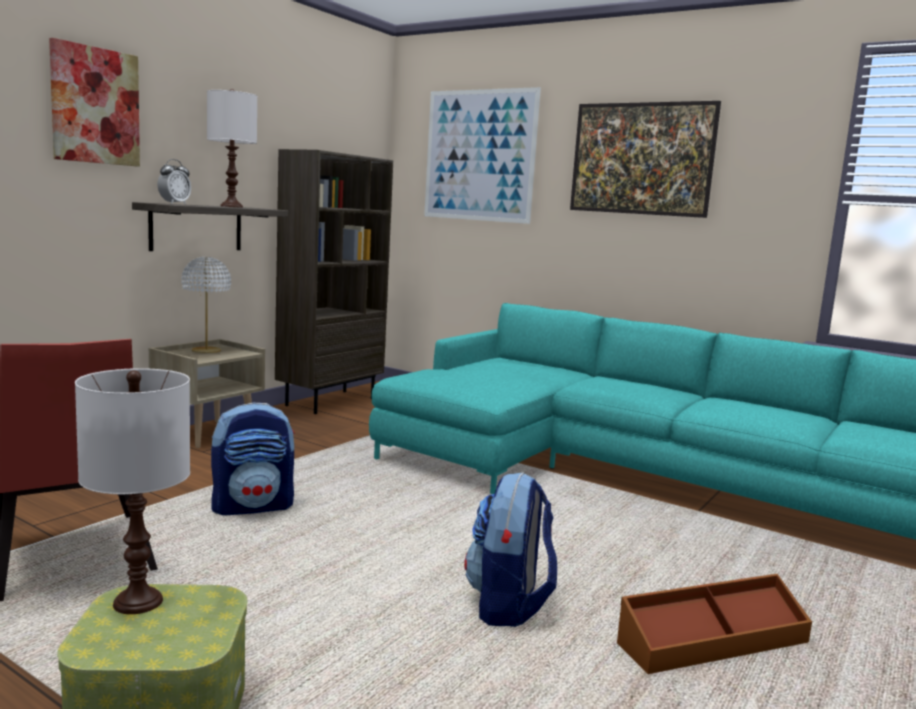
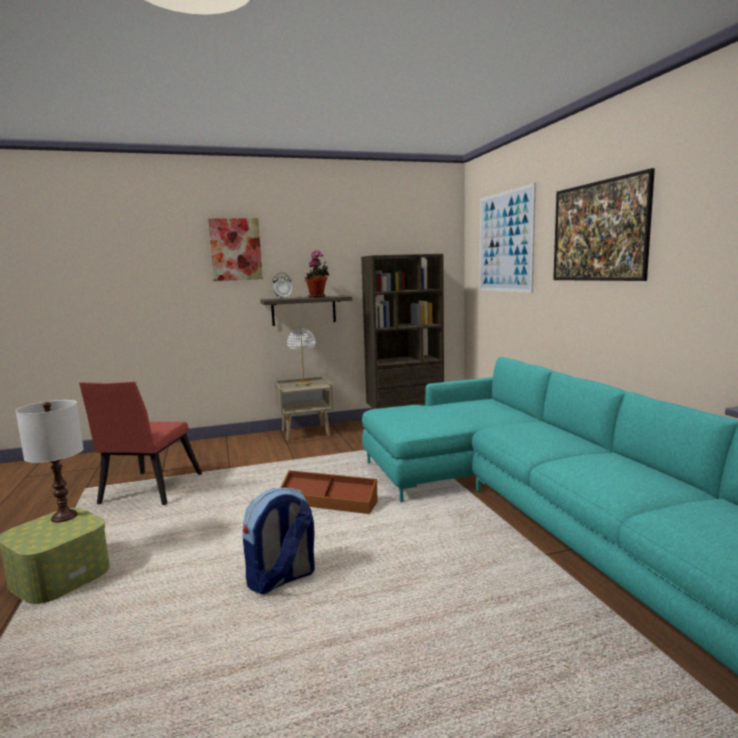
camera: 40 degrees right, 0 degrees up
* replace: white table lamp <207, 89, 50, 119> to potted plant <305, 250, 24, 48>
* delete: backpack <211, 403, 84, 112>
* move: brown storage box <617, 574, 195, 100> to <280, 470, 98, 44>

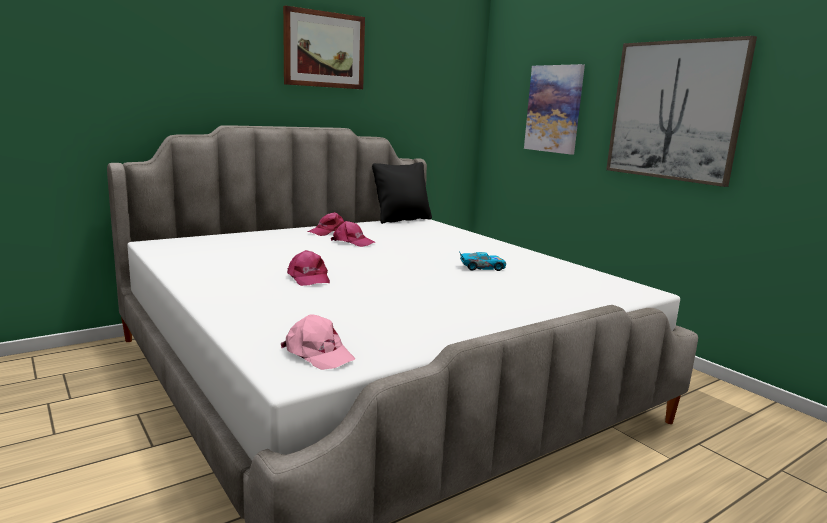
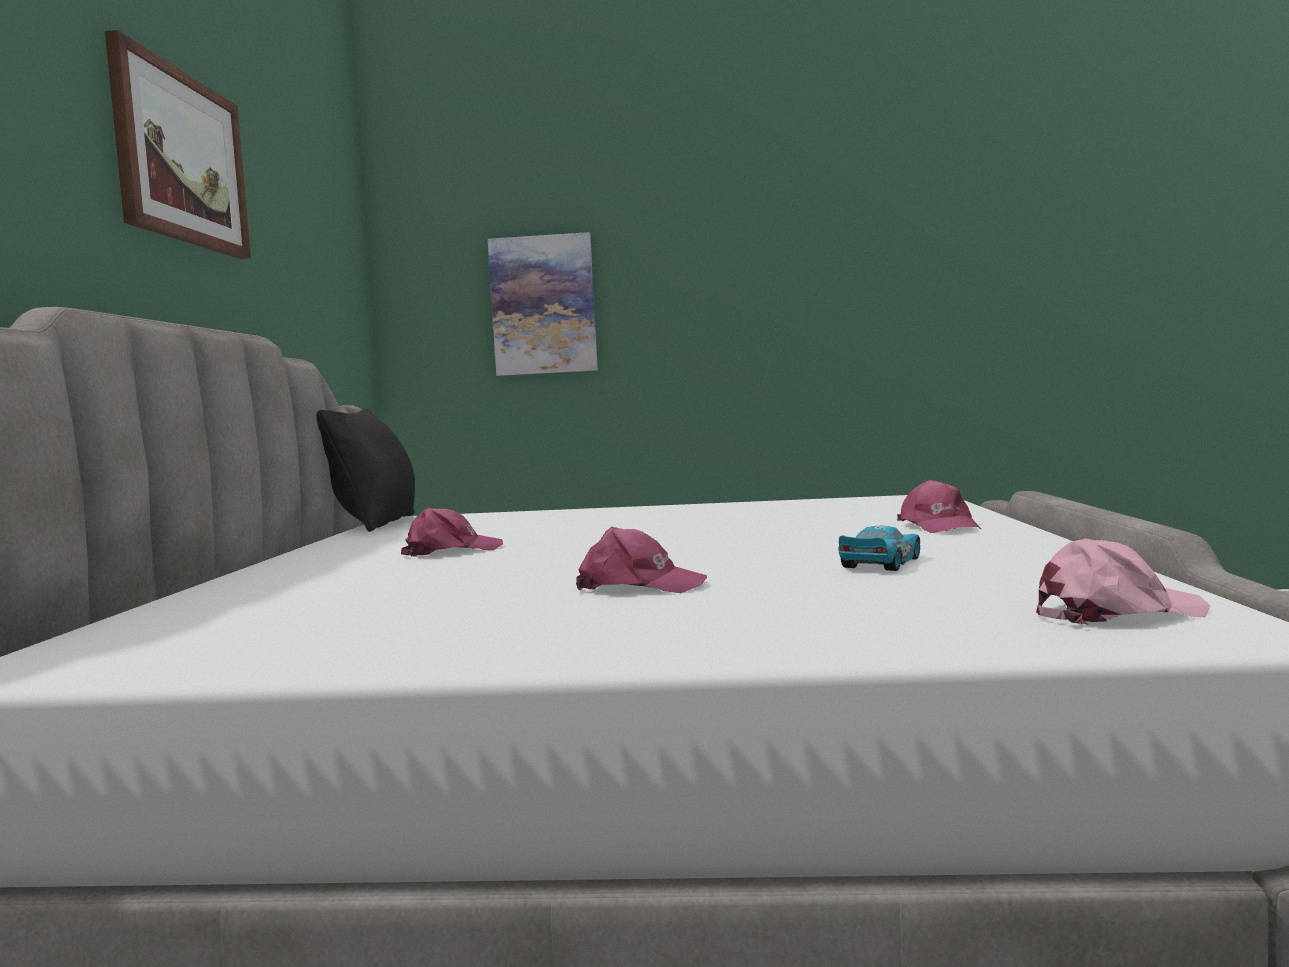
camera: 50 degrees left, 10 degrees down
* move: pink cap <308, 212, 36, 24> to <897, 480, 85, 53>
* move: toy car <459, 251, 47, 20> to <838, 526, 82, 45>
* delete: picture <606, 36, 151, 151>

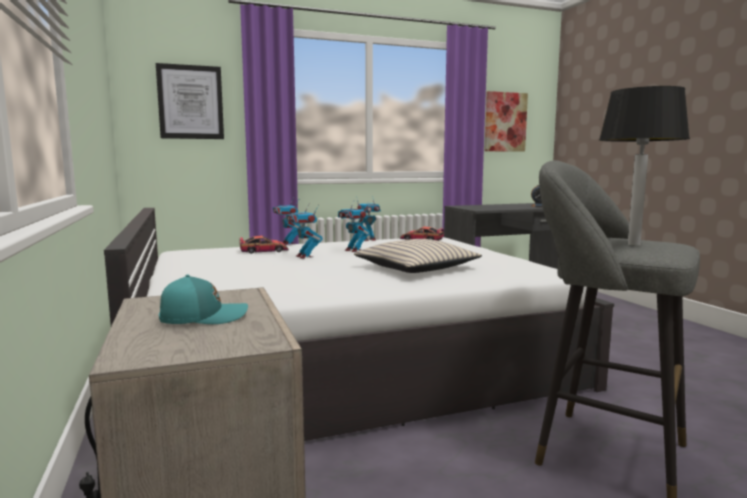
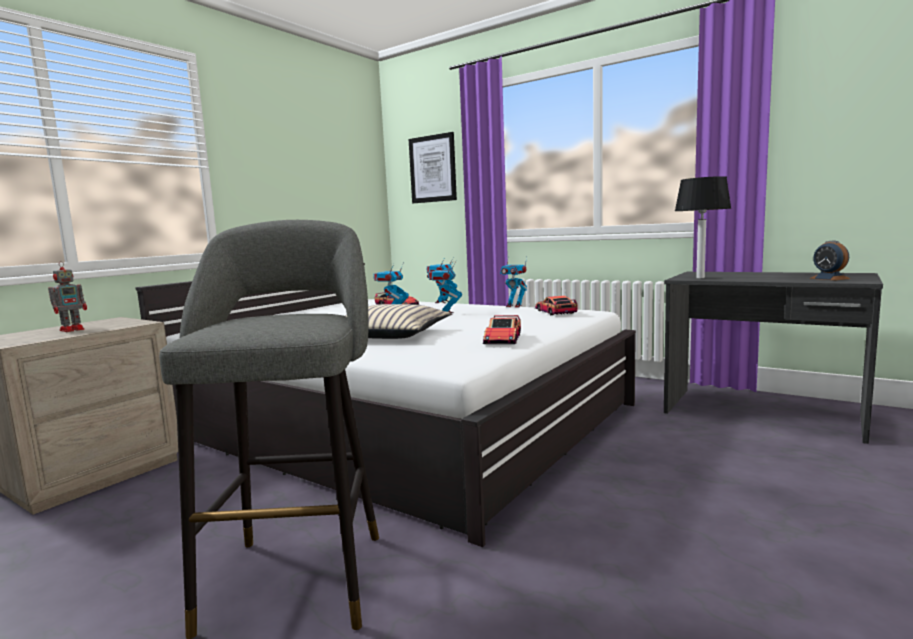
camera: 55 degrees right, 0 degrees up
* replace: turquoise cap <159, 274, 89, 50> to toy robot <48, 261, 39, 71>
* delete: picture <484, 91, 44, 61>
* move: table lamp <599, 86, 91, 160> to <675, 176, 56, 103>
* insert: toy car <483, 315, 38, 29>

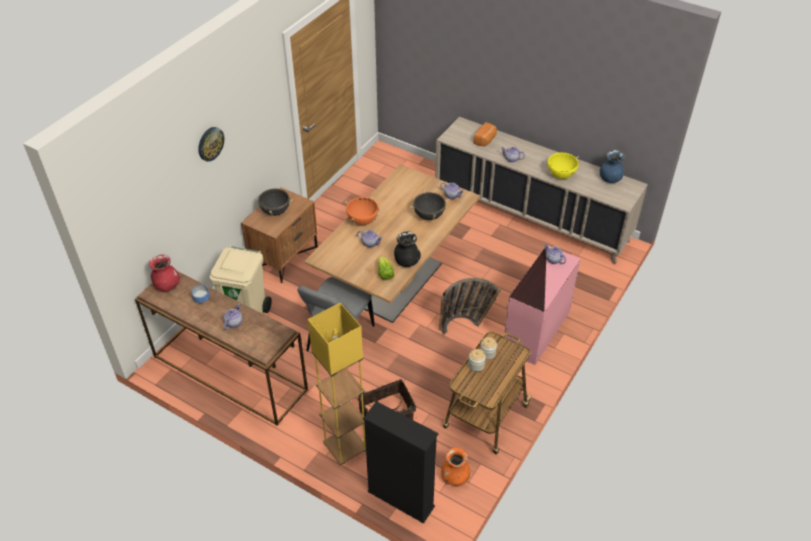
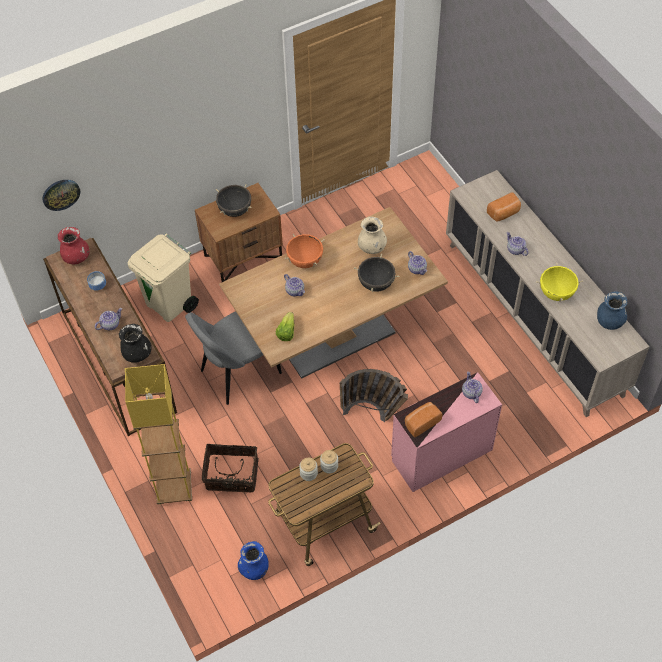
camera: 30 degrees right, 10 degrees up
* move: wall clock <198, 127, 26, 35> to <43, 180, 37, 31>
* delete: black bookcase <363, 401, 76, 123>
* move: black vase <394, 232, 27, 35> to <119, 324, 32, 39>
* recolor: orange vase <441, 447, 29, 39> to blue vase <238, 541, 31, 39>
* insert: beige vase <358, 217, 29, 37>
* insert: bread <405, 402, 37, 36>

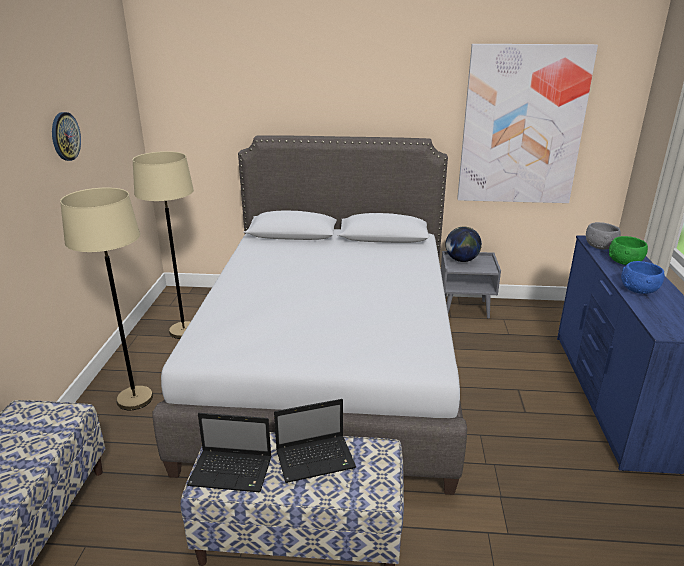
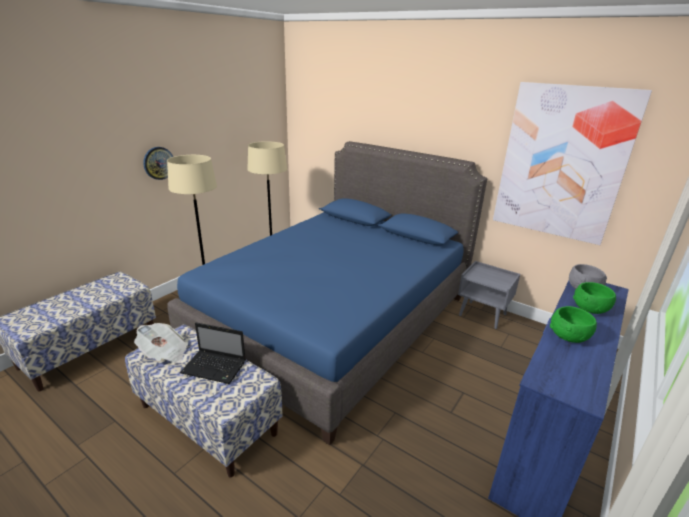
camera: 30 degrees right, 0 degrees up
* move: wall clock <52, 112, 29, 49> to <143, 147, 30, 33>
* recolor: grey bed <152, 135, 315, 360> to blue bed <167, 141, 320, 304>
* replace: laptop <187, 413, 84, 79> to newspaper <134, 323, 54, 40>
* delete: globe <445, 227, 37, 35>
* recolor: blue bowl <621, 261, 43, 33> to green bowl <550, 306, 47, 37>

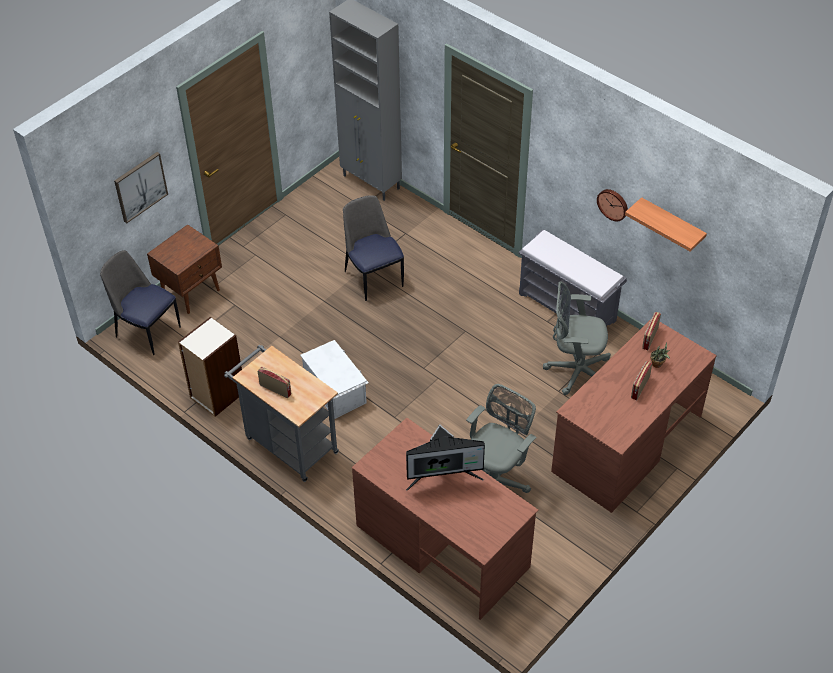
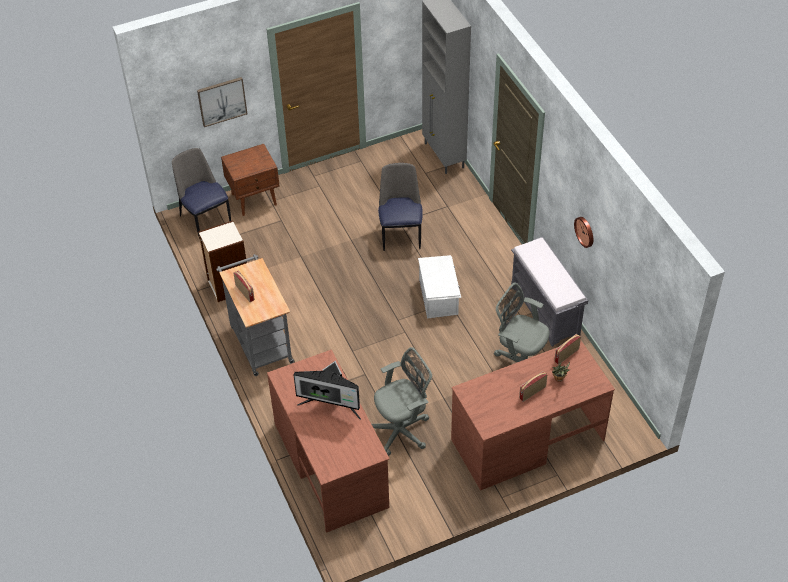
camera: 25 degrees right, 0 degrees up
* move: white storage box <300, 340, 68, 79> to <418, 255, 43, 63>
* delete: shelf <625, 197, 82, 55>

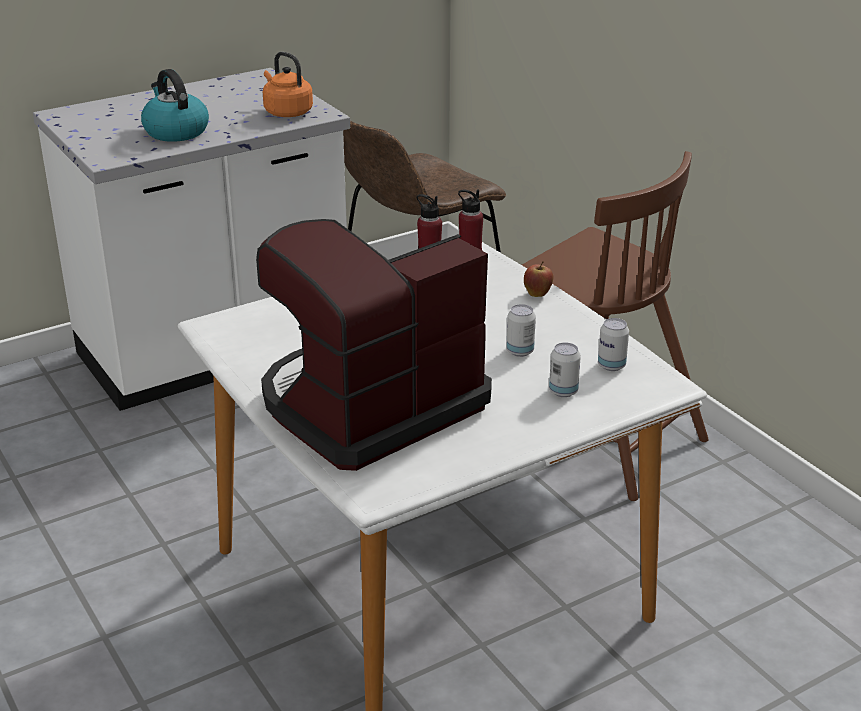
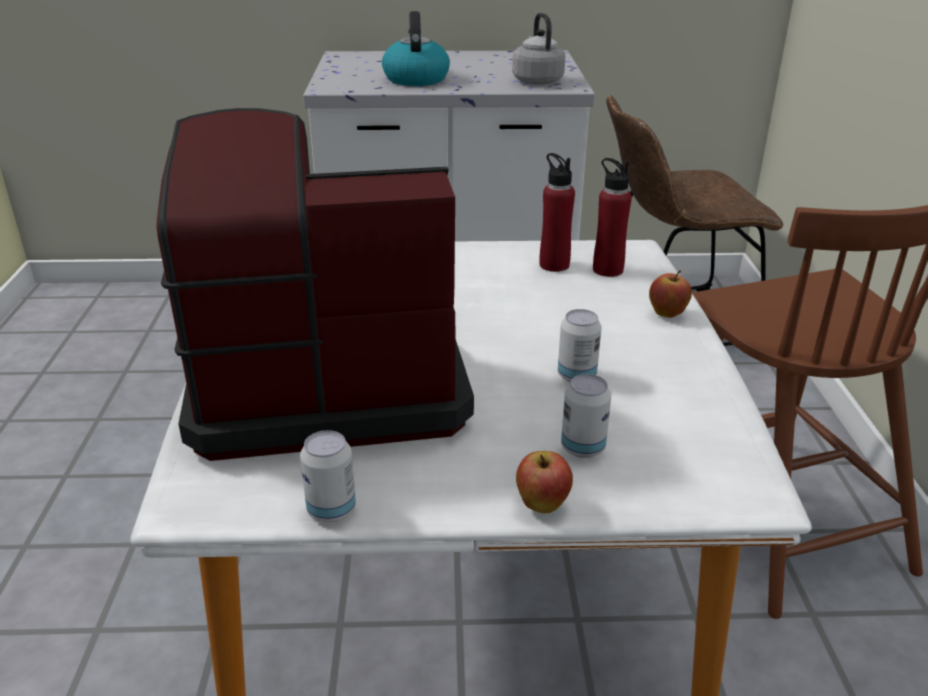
camera: 30 degrees right, 0 degrees up
* recolor: orange kettle <263, 52, 50, 65> to grey kettle <512, 13, 53, 72>
* move: can <598, 318, 31, 53> to <300, 430, 56, 92>
* insert: apple <516, 451, 57, 63>

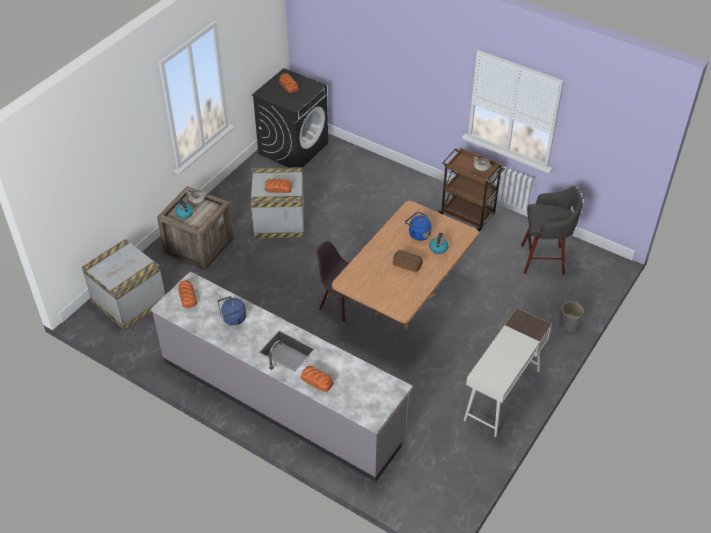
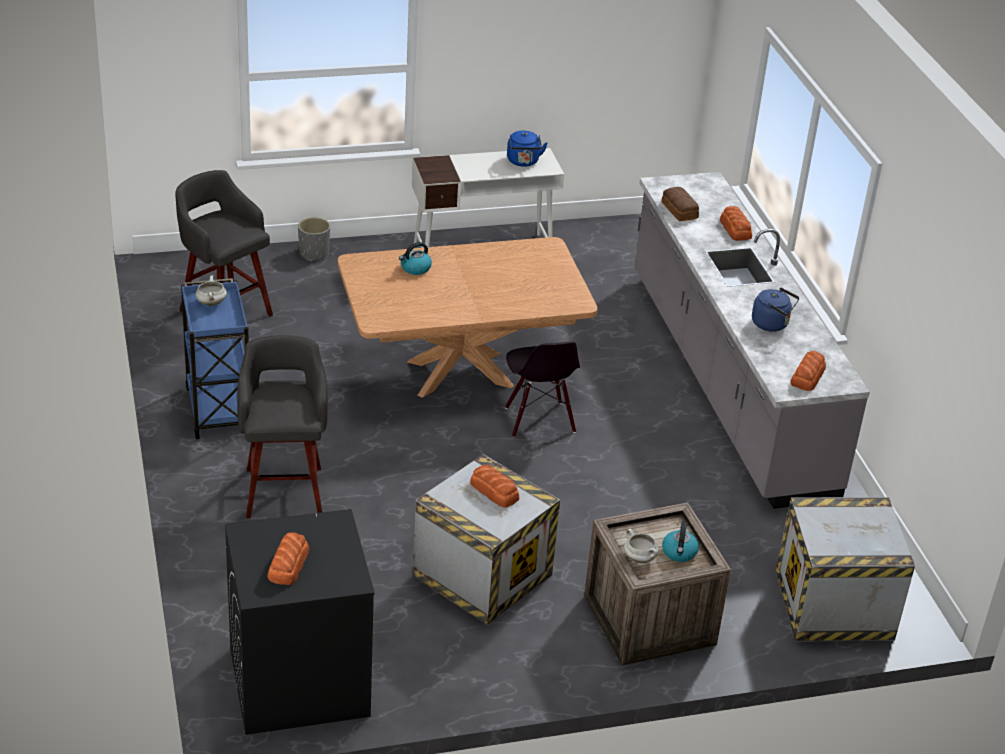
camera: 140 degrees left, 10 degrees down
* move: bread <393, 250, 30, 23> to <661, 187, 38, 34>
* move: blue kettle <405, 212, 27, 29> to <507, 130, 41, 37>
* recolor: brown cart <438, 147, 67, 84> to blue cart <181, 278, 68, 161>
* insert: grey stool <237, 335, 91, 183>

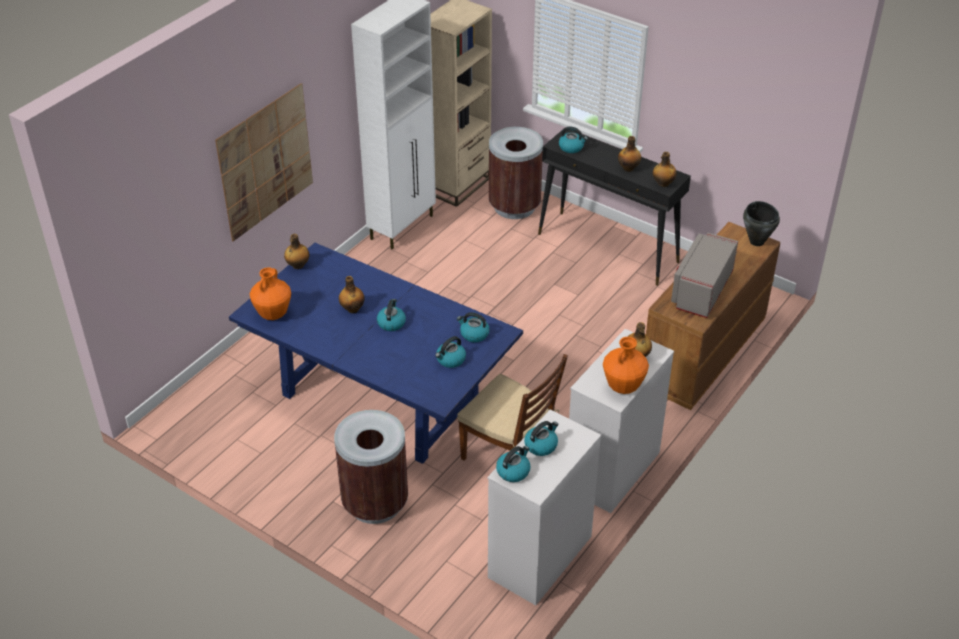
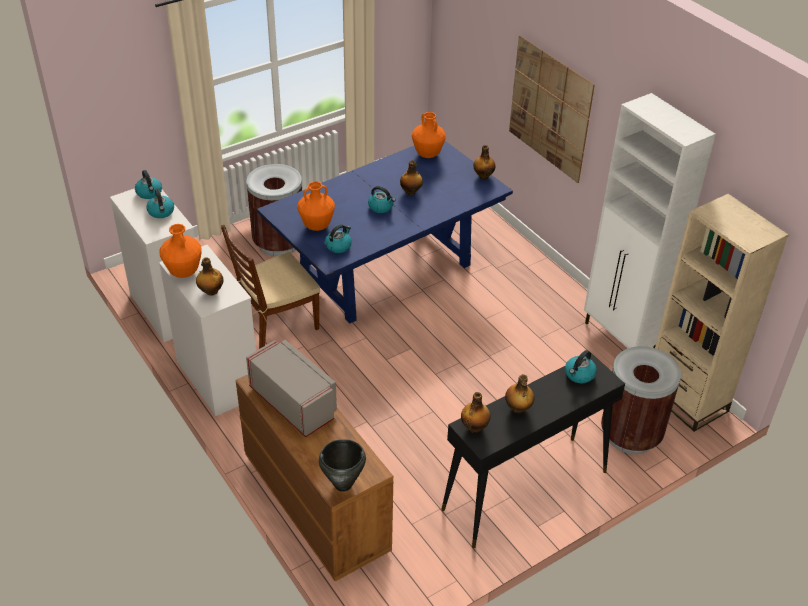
camera: 110 degrees right, 0 degrees up
* replace: kettle <435, 336, 31, 32> to orange vase <297, 181, 38, 50>

